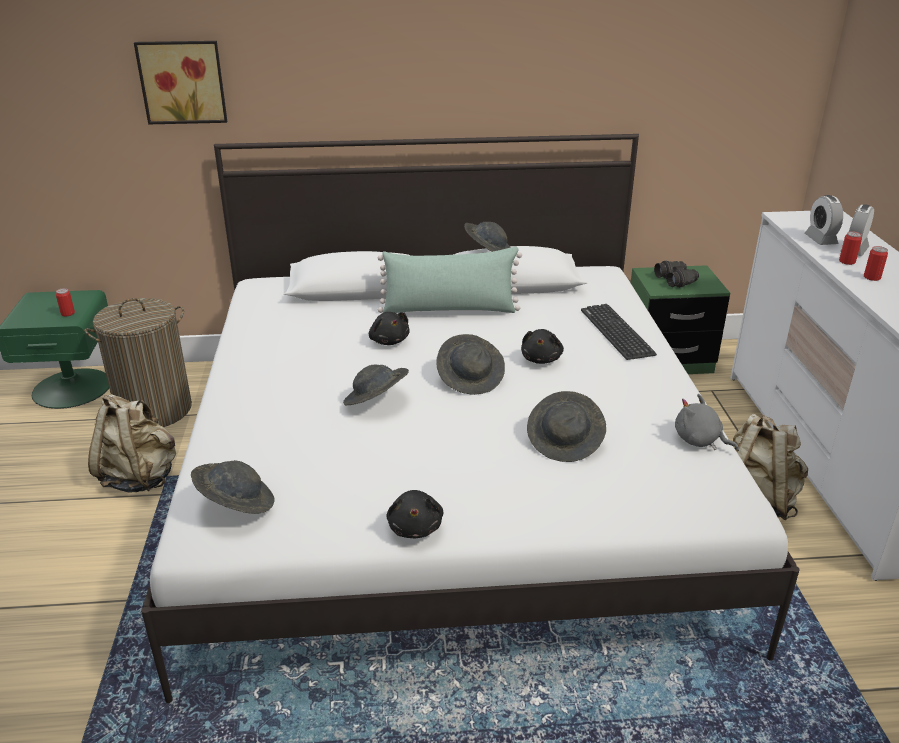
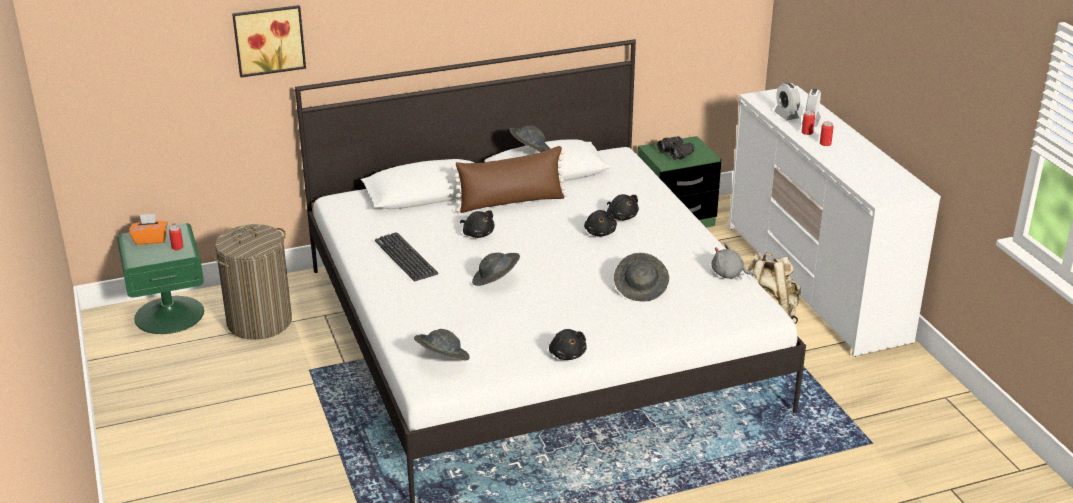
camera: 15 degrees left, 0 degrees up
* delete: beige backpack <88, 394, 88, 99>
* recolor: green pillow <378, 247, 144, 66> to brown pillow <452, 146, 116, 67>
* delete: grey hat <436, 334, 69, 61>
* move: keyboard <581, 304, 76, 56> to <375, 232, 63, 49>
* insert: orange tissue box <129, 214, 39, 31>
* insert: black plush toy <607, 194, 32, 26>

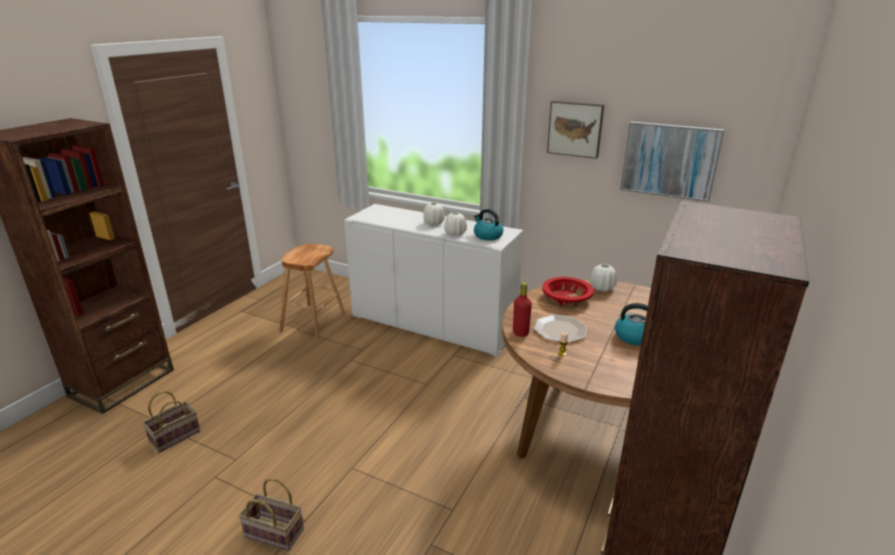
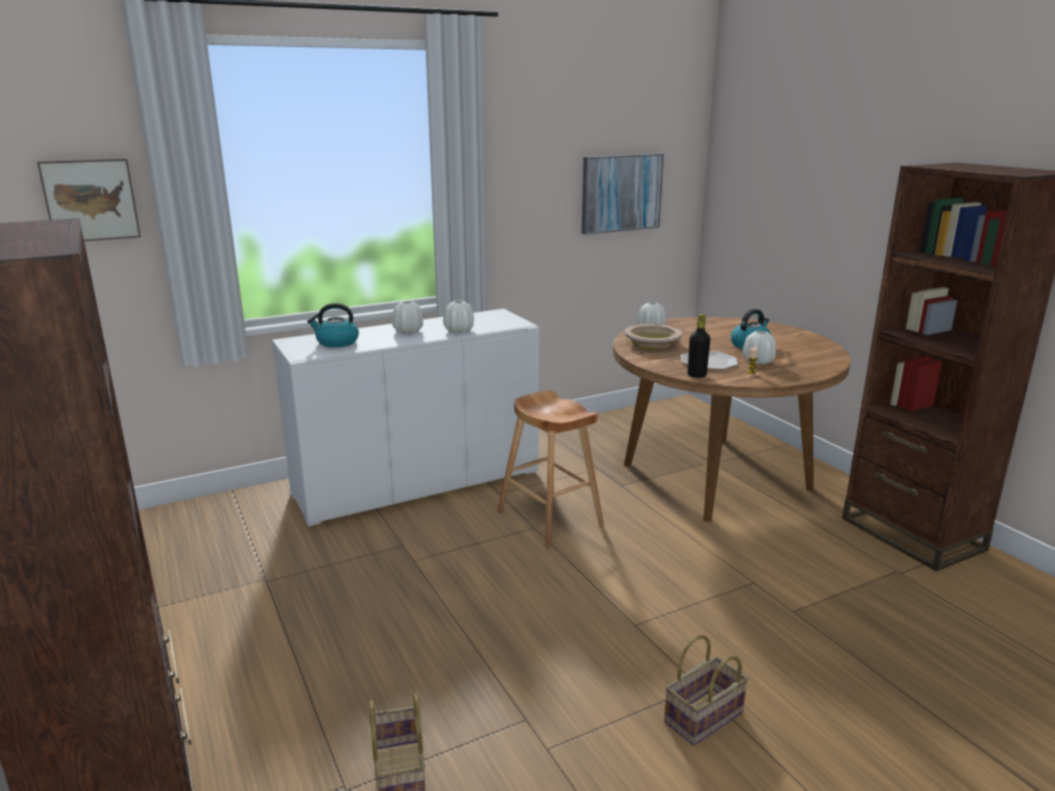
camera: 55 degrees left, 5 degrees down
* move: brown stool <280, 244, 65, 95> to <497, 390, 107, 158>
* move: kettle <474, 209, 30, 32> to <307, 303, 52, 45>
* recolor: red bottle <513, 282, 19, 55> to black bottle <688, 314, 22, 64>
* recolor: red bowl <542, 277, 52, 29> to beige bowl <625, 324, 57, 26>
* move: picture <547, 101, 57, 58> to <37, 158, 104, 83>
* insert: white vase <743, 331, 33, 33>

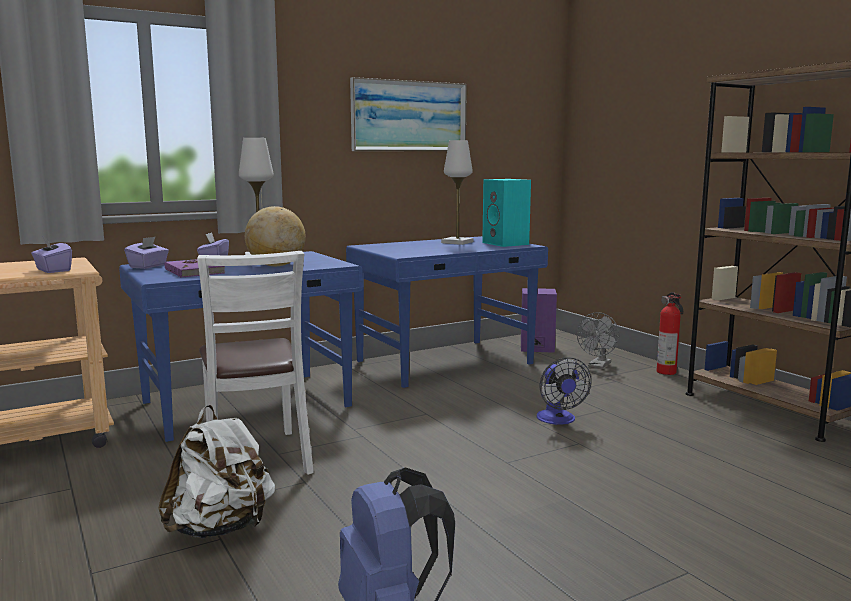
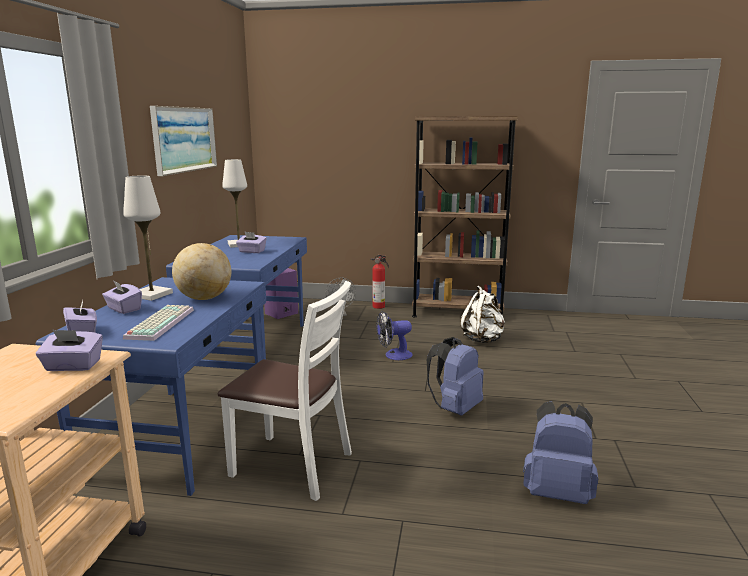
camera: 50 degrees left, 5 degrees up
* move: white backpack <158, 405, 117, 133> to <460, 286, 45, 57>
* replace: purple book <165, 259, 60, 19> to keyboard <123, 305, 71, 36>
* delete: turquoise speaker <482, 179, 49, 68>
* rotate: fan <537, 358, 55, 67> = <377, 311, 35, 49> 135 degrees clockwise
* insert: purple tissue box <236, 232, 31, 21>
* insert: blue backpack <427, 337, 56, 79>

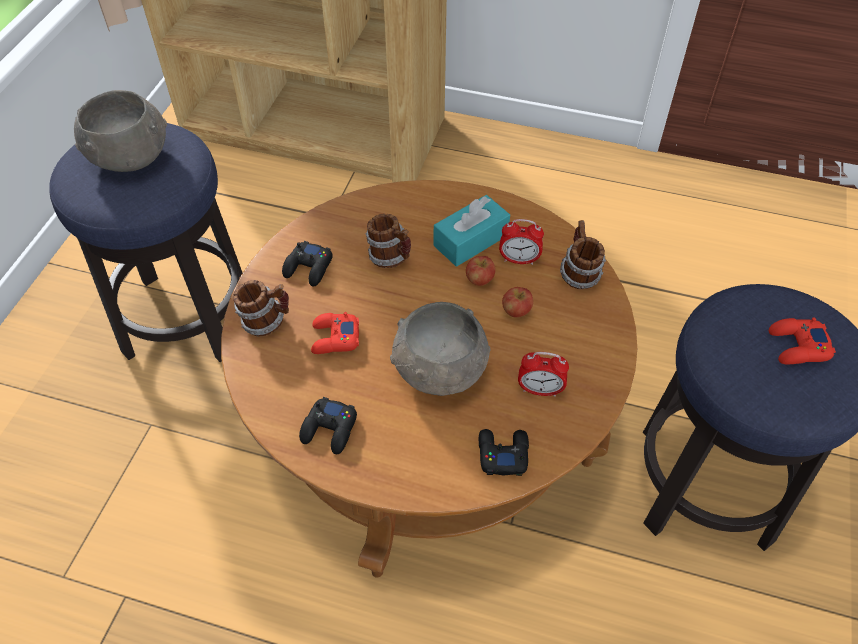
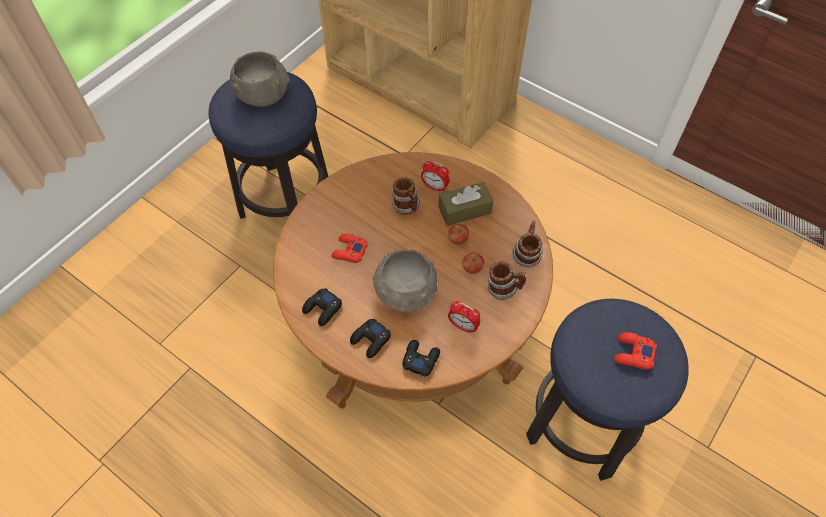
camera: 20 degrees right, 5 degrees up
* move: mug <233, 280, 56, 57> to <487, 261, 39, 39>
* move: black game controller <282, 241, 51, 46> to <350, 318, 41, 40>
* recolor: turquoise tissue box <434, 195, 76, 72> to brown tissue box <438, 182, 55, 44>
* move: alarm clock <499, 219, 45, 46> to <421, 160, 28, 33>

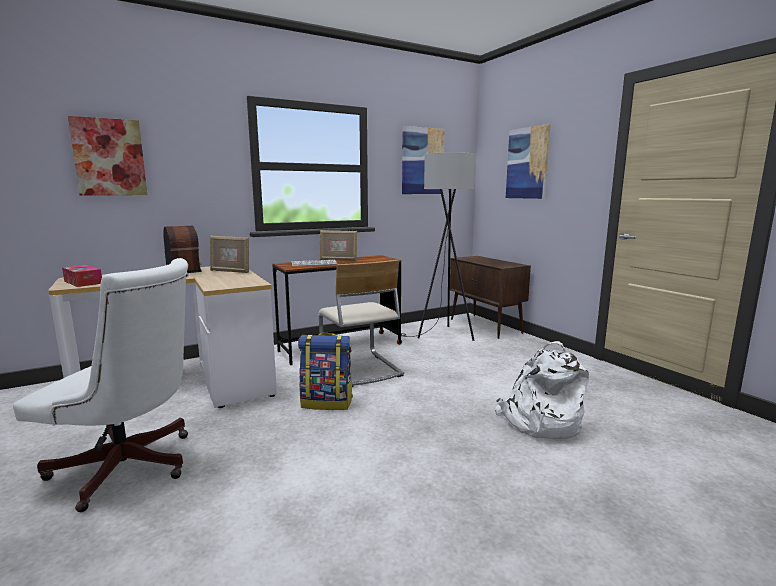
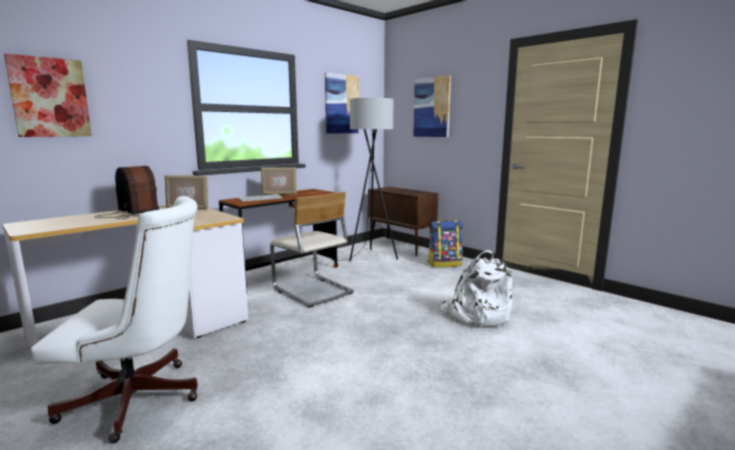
camera: 15 degrees left, 0 degrees up
* delete: tissue box <62, 265, 40, 22>
* move: backpack <298, 333, 55, 77> to <428, 220, 35, 48>

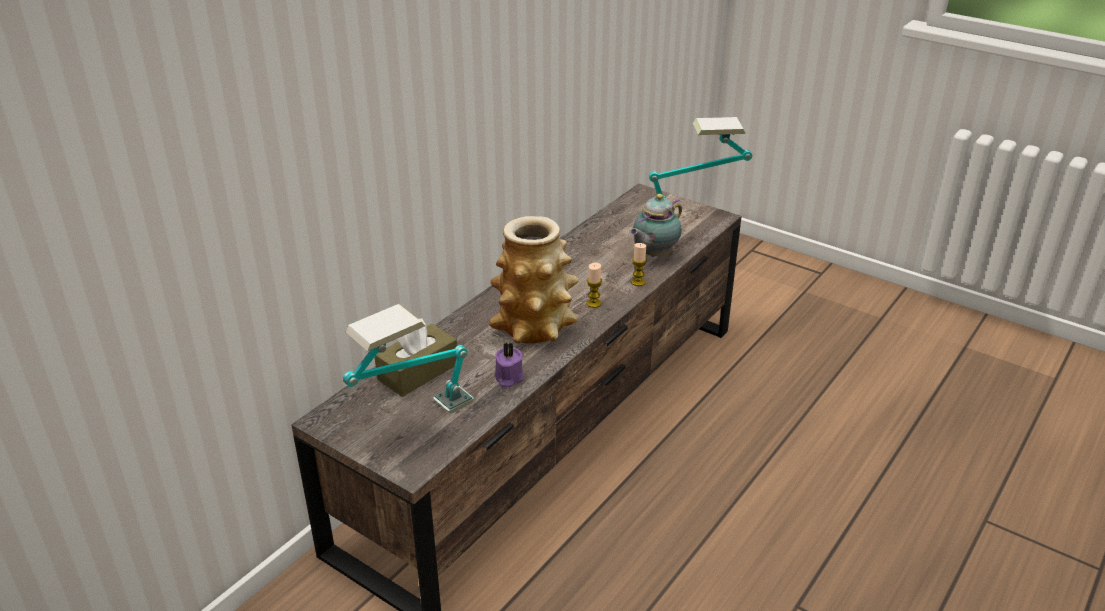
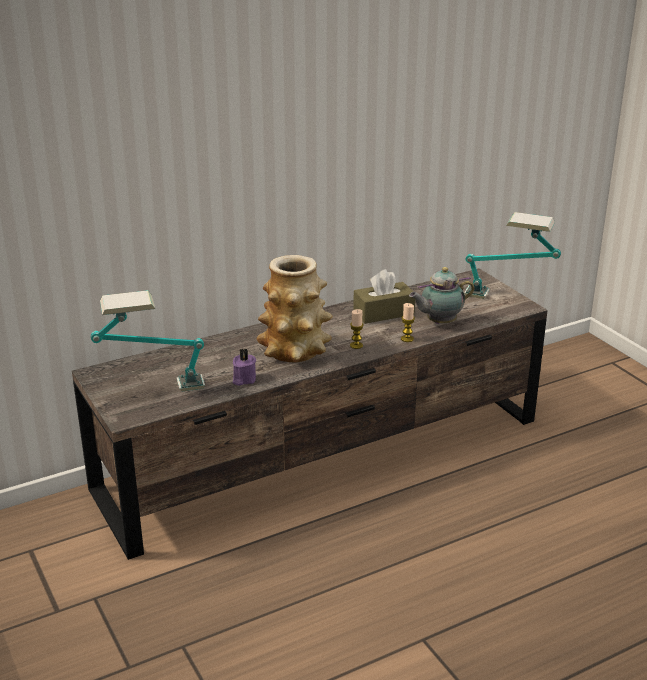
camera: 25 degrees right, 5 degrees down
* move: brown tissue box <375, 318, 82, 79> to <353, 269, 62, 55>

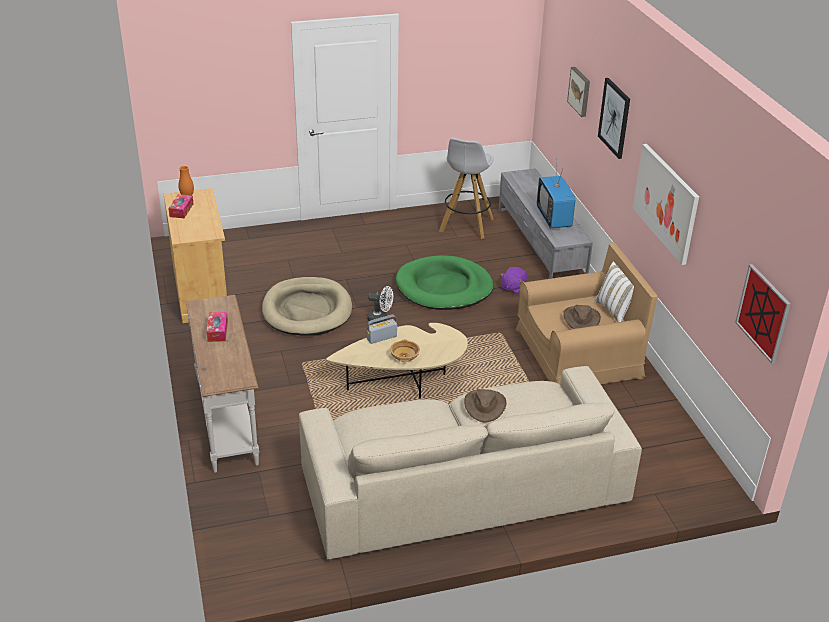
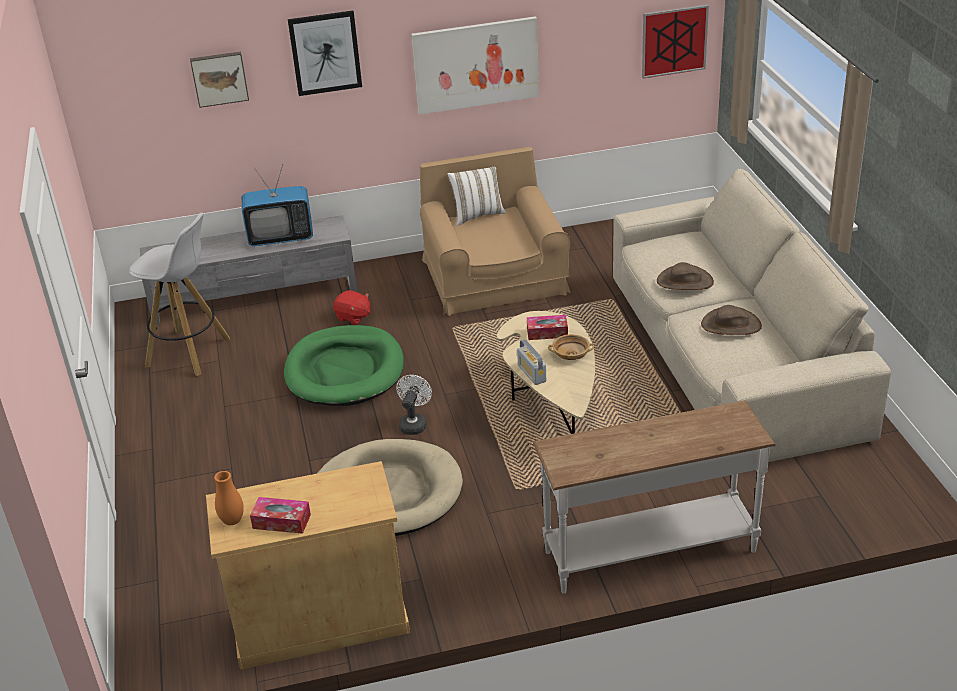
camera: 85 degrees left, 0 degrees up
* move: tissue box <206, 312, 22, 30> to <527, 315, 41, 25>
* recolor: purple plush toy <500, 267, 27, 27> to red plush toy <333, 290, 38, 35>
* move: brown hat <563, 305, 38, 24> to <701, 305, 61, 30>

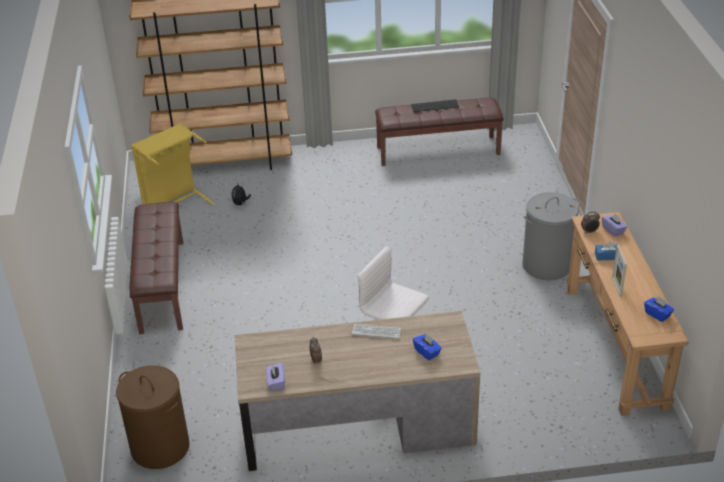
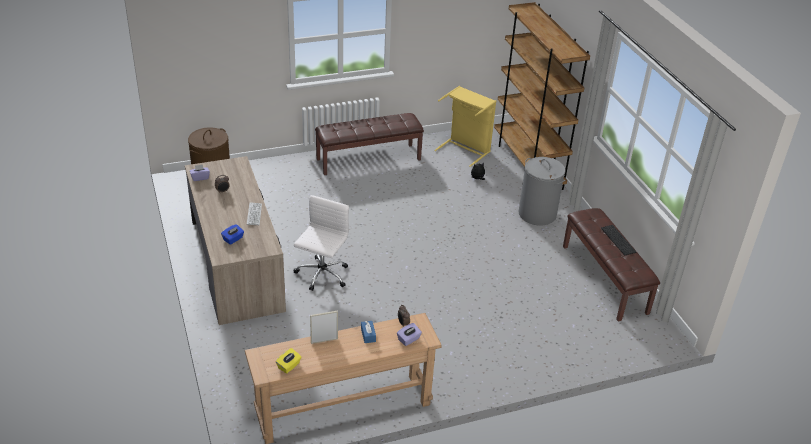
camera: 75 degrees right, 0 degrees up
* move: grey laundry basket <522, 192, 58, 88> to <518, 157, 48, 69>
* recolor: blue tissue box <644, 296, 30, 26> to yellow tissue box <276, 348, 25, 25>

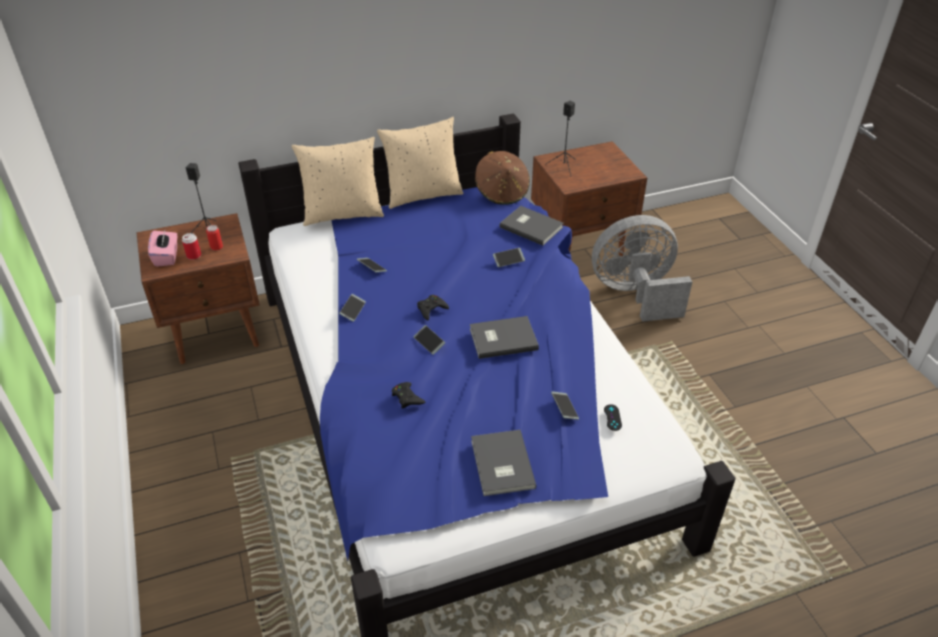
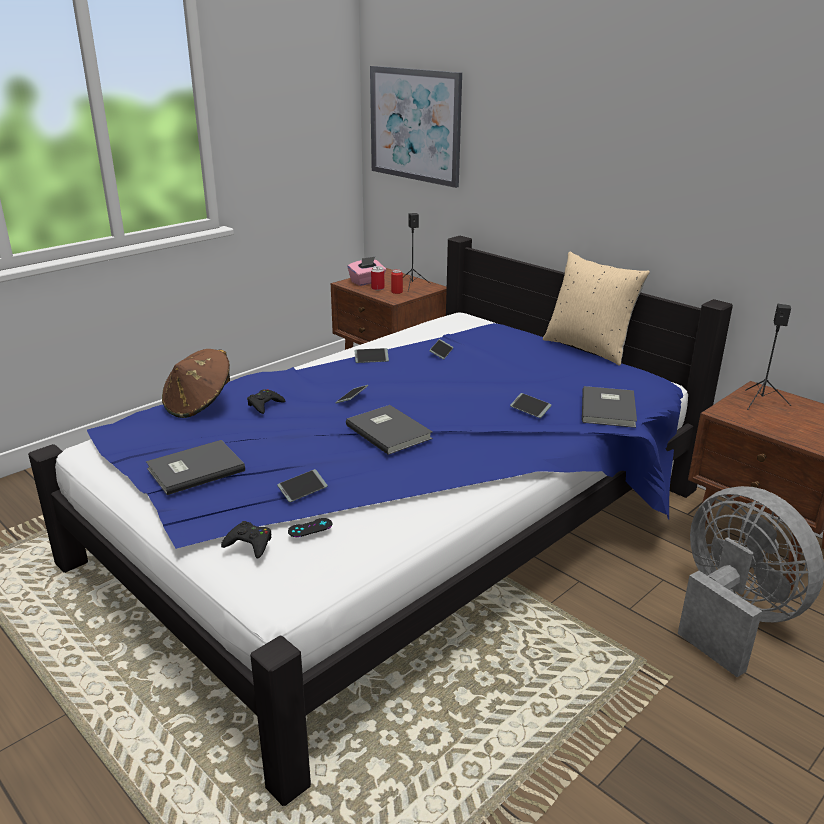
camera: 65 degrees right, 15 degrees down
* delete: beige pillow <292, 137, 92, 89>
* move: black game controller <417, 295, 32, 26> to <221, 521, 50, 38>
* move: brown hat <475, 151, 55, 54> to <162, 349, 68, 69>
* insert: picture <370, 66, 92, 122>

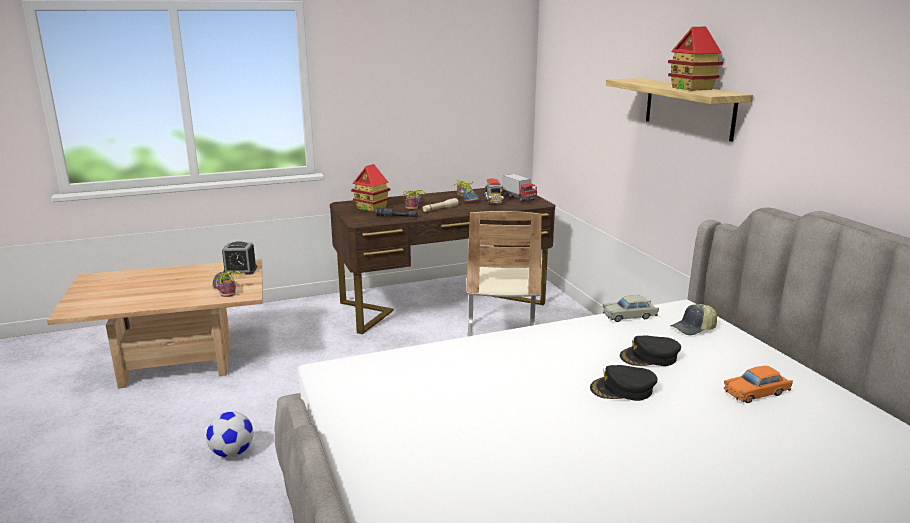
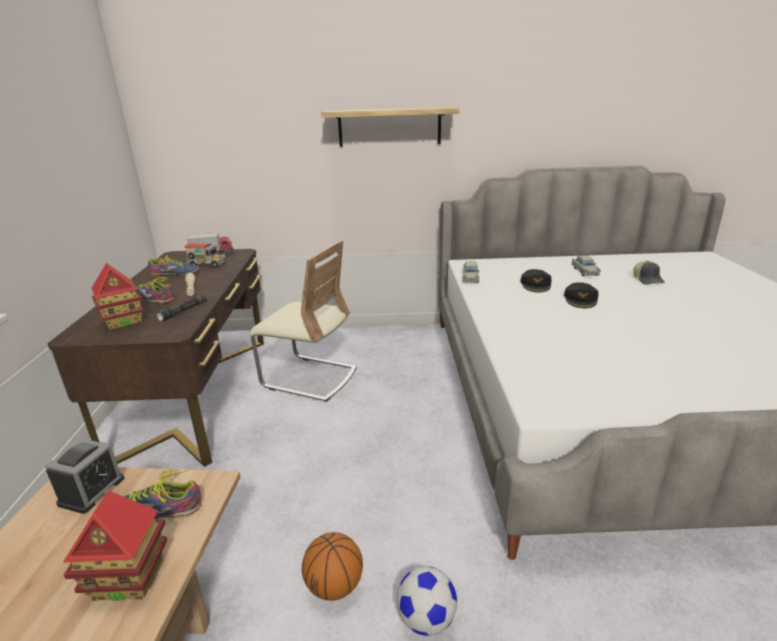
camera: 70 degrees left, 5 degrees up
* move: toy house <668, 27, 55, 64> to <63, 491, 104, 110>
* move: cap <670, 304, 47, 32> to <633, 261, 32, 24>
* recolor: orange toy car <724, 366, 69, 37> to beige toy car <571, 255, 30, 21>
* insert: basketball <302, 532, 61, 69>

